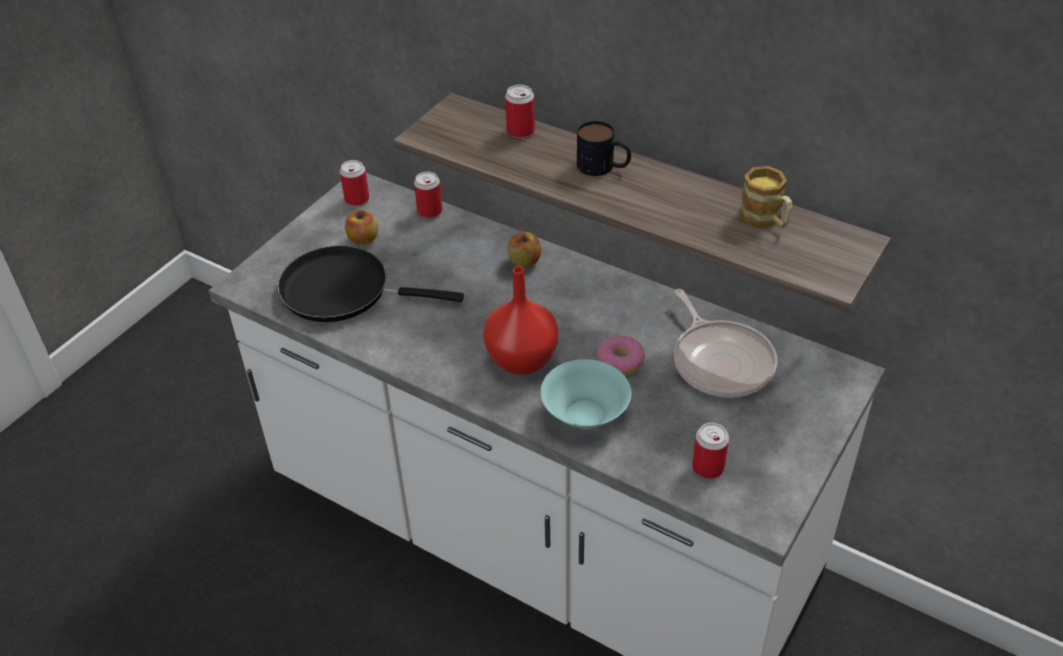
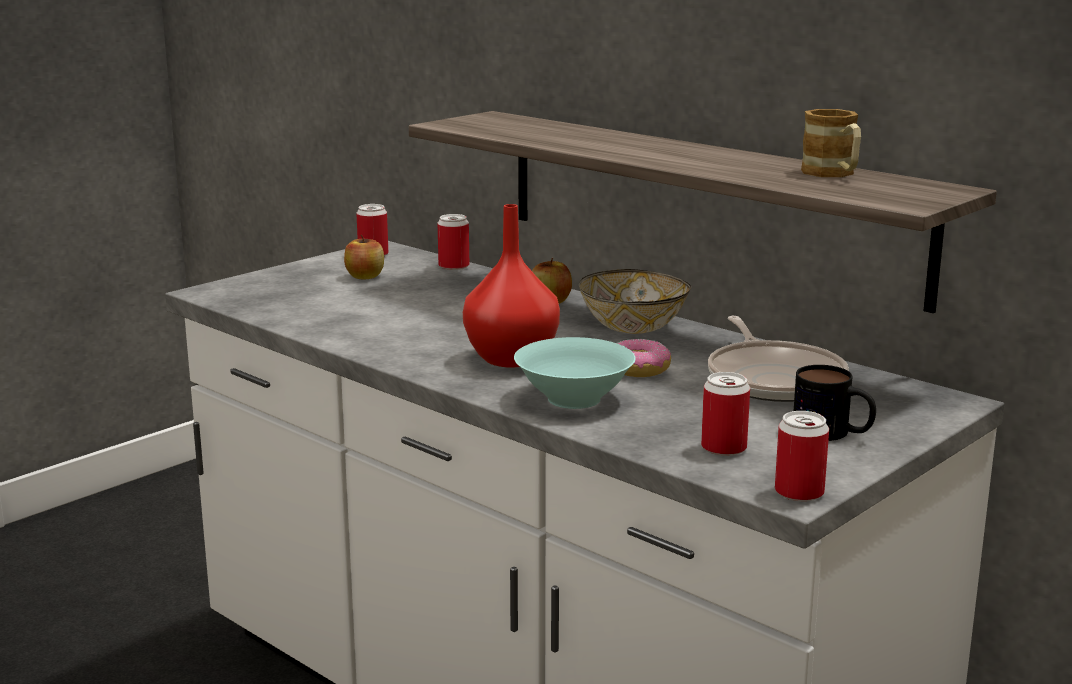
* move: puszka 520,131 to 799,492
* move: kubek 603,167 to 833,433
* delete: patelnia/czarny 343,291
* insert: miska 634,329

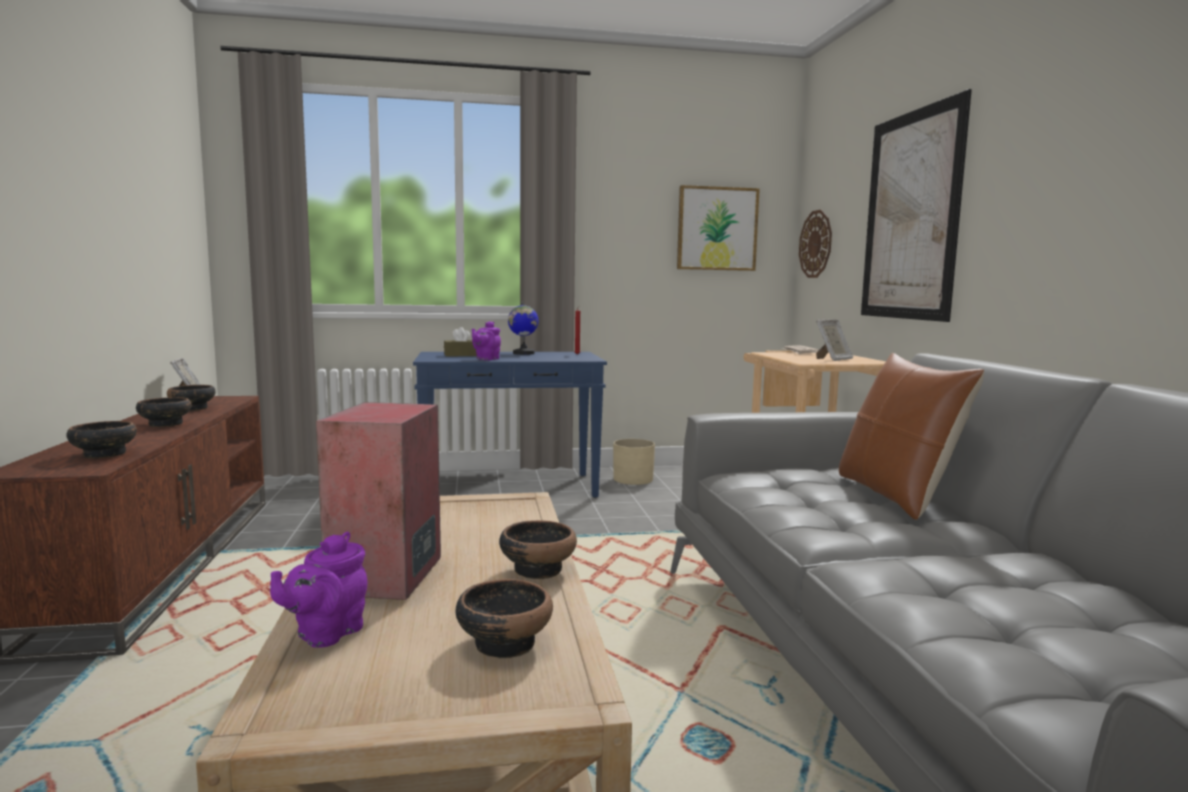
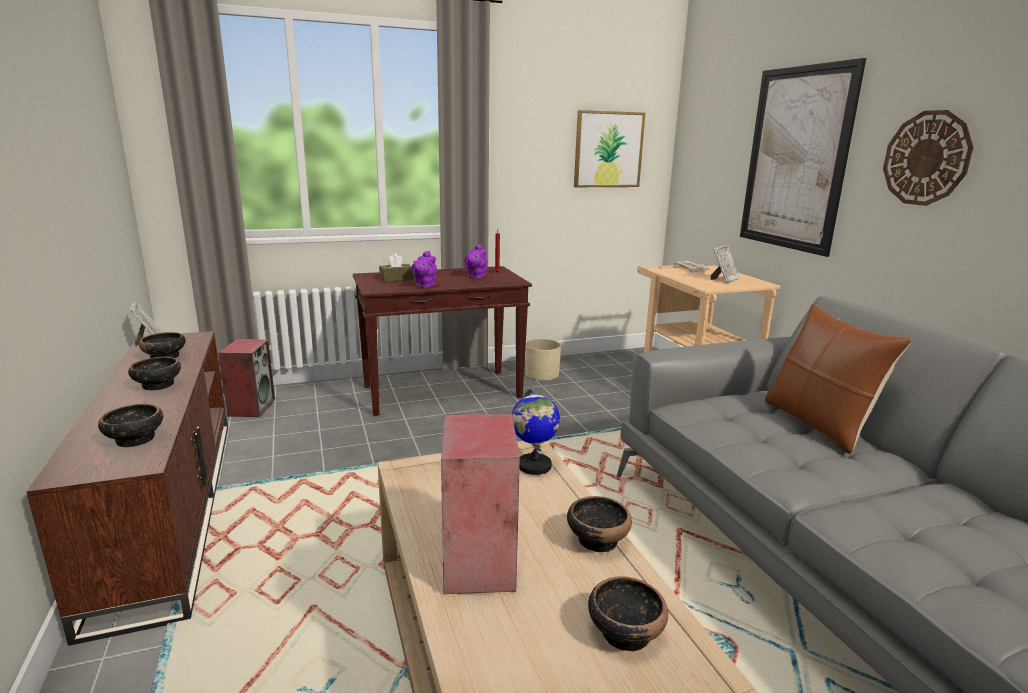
* move: zegar ścienny 816,244 to 926,158
* move: globus 523,353 to 534,466
* recolor: stolik konsolowy/niebieski 511,488 to stolik konsolowy/brązowy 443,392
* move: imbryk/fioletowy 325,634 to 476,276
* insert: głośnik 251,407

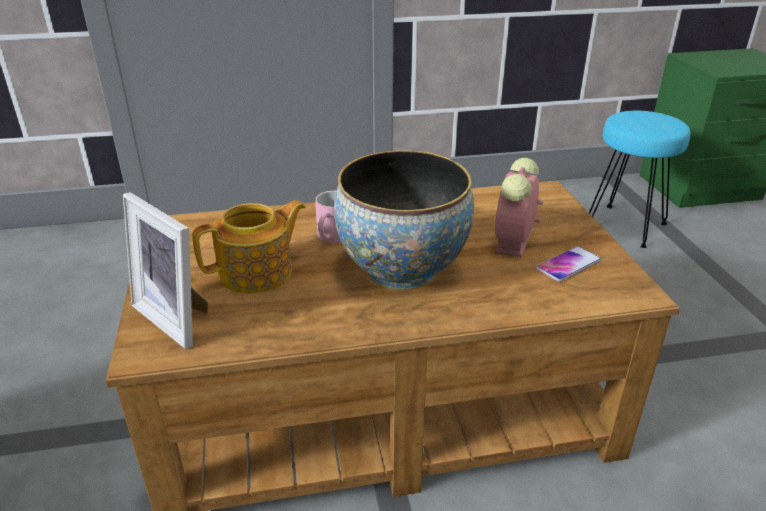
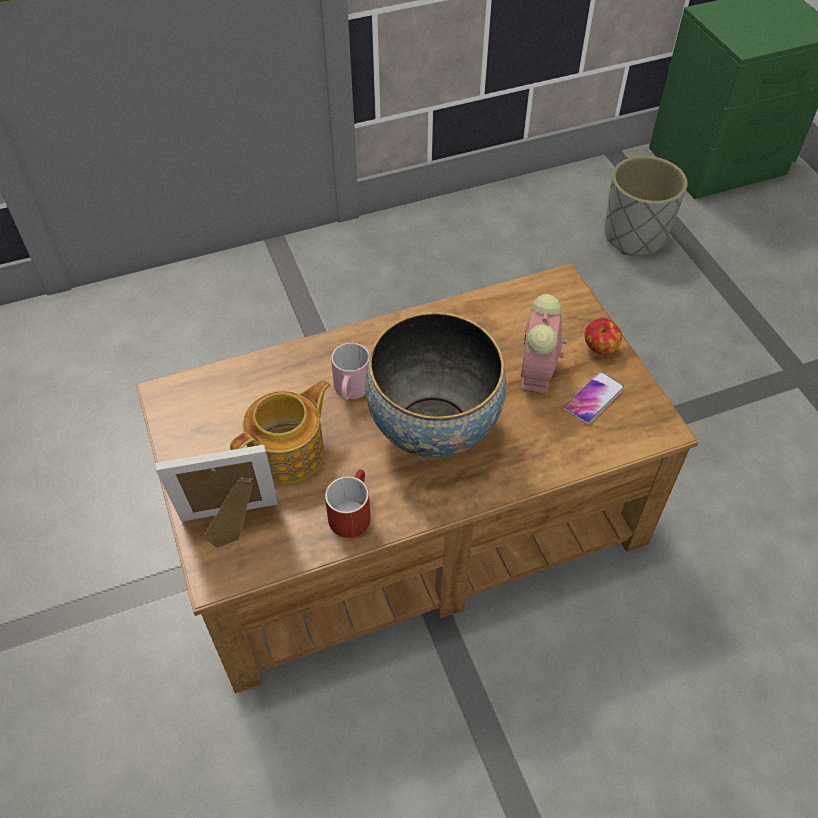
* replace: stołek/turkusowy 624,225 to donica/szary 634,236
* rotate: ramka na zdjęcie 178,317 = 231,525 135 degrees clockwise
* insert: jabłko 599,348
* insert: kubek/czerwony 351,512

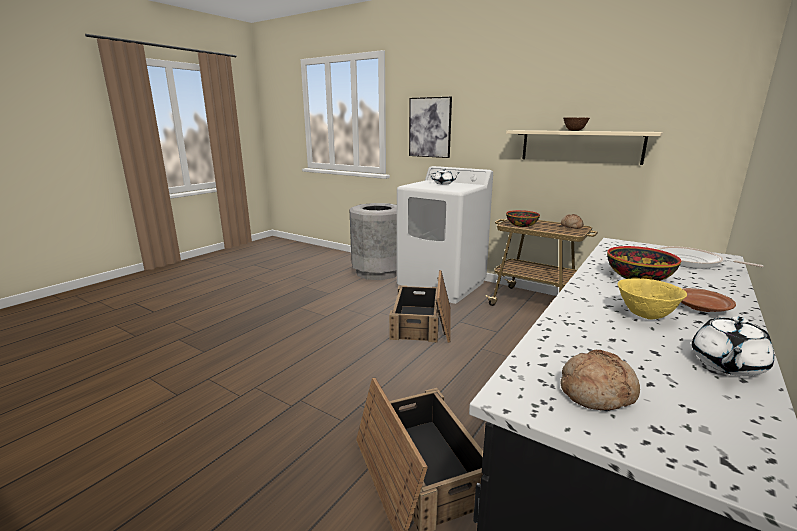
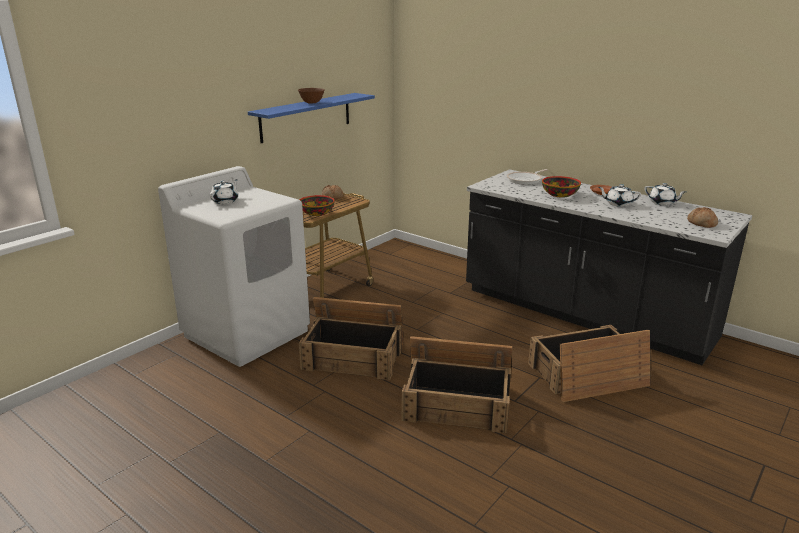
* delete: obraz 430,127
* recolor: półka/beżowy 580,146 to półka/niebieski 306,117
* delete: kosz na śmieci/szary 378,272
* replace: miska/żółty 645,315 to imbryk/biały 618,204
* insert: skrzynka 457,402

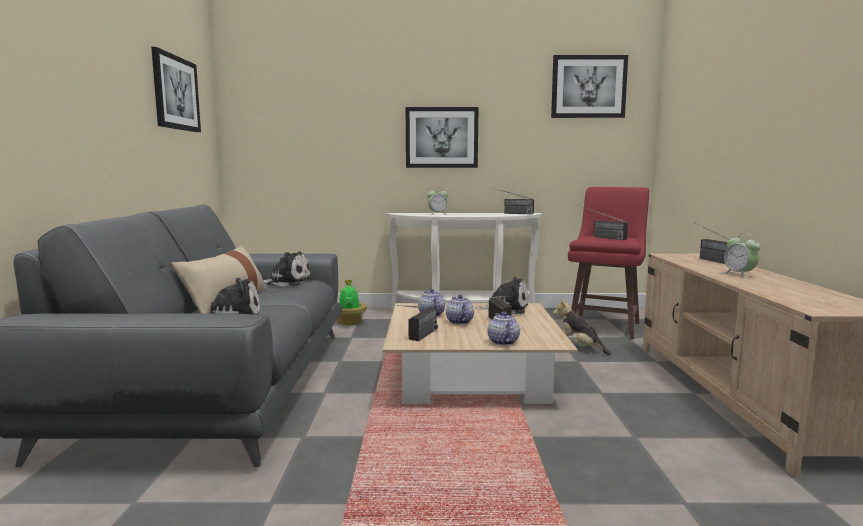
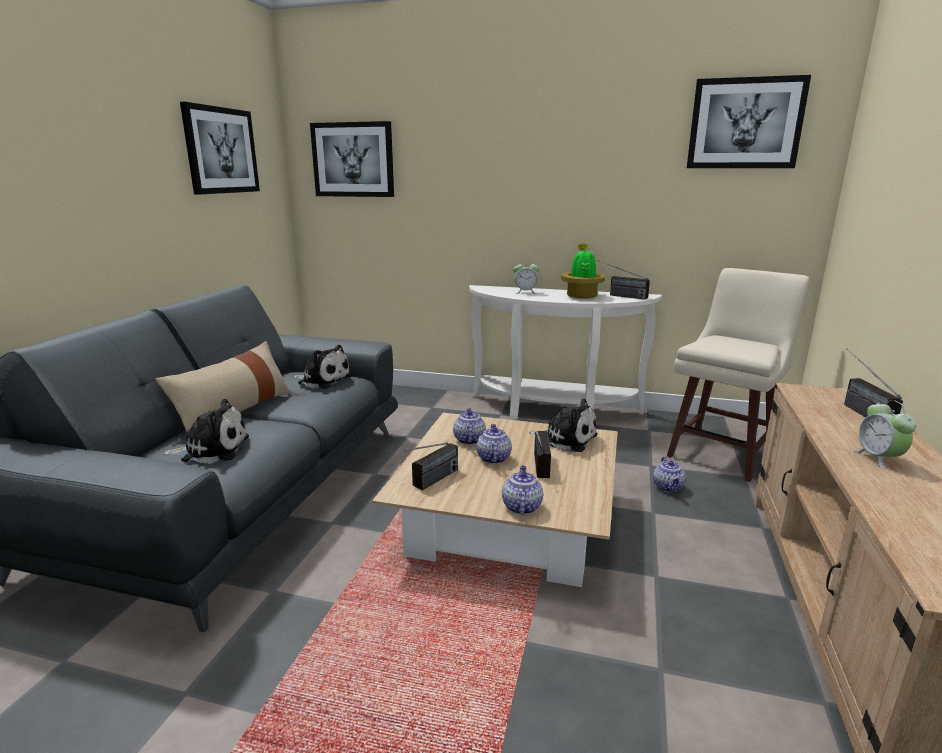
* move: obraz 441,137 to 353,160
* recolor: stołek/czerwony 605,326 to stołek/beżowy 722,453
* delete: radio 601,237
* move: roślina doniczkowa 349,322 to 581,296
* replace: pluszak 579,347 to imbryk 668,487

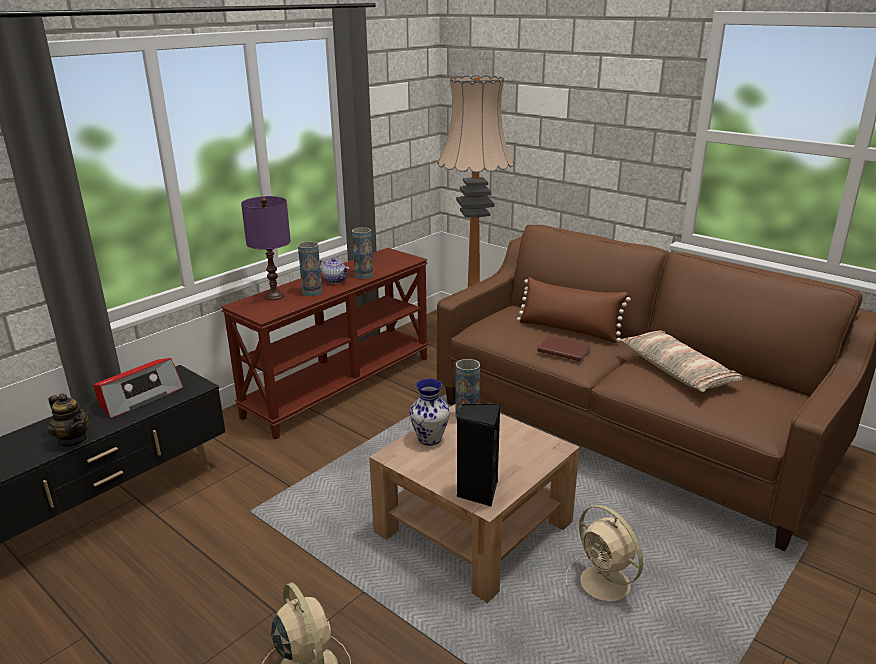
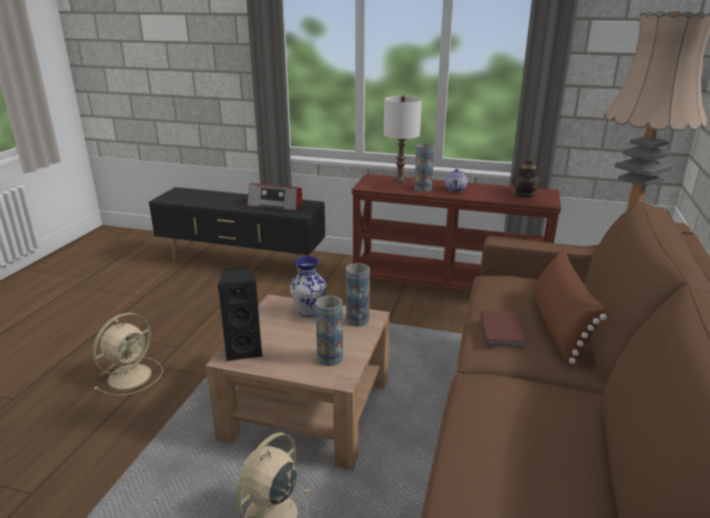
* recolor: lampa stołowa/fioletowy 274,296 to lampa stołowa/biały 400,181
* move: wazon 364,275 to 330,358
* delete: poduszka 676,370
* move: imbryk 74,440 to 525,195

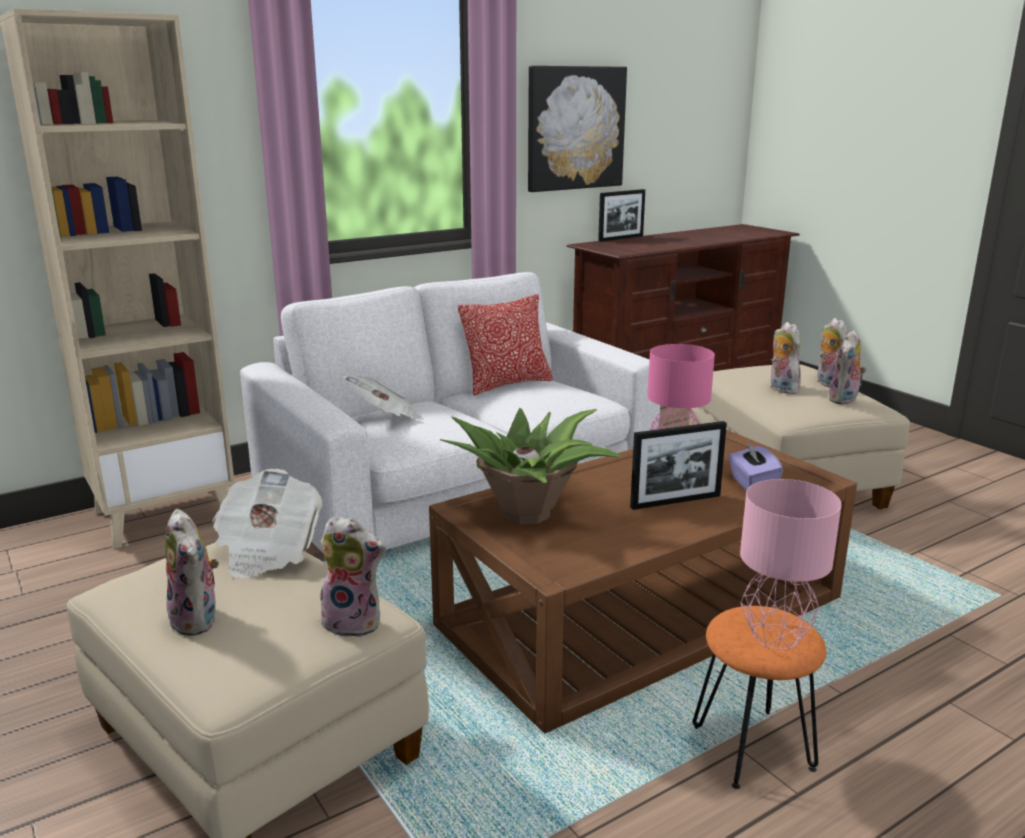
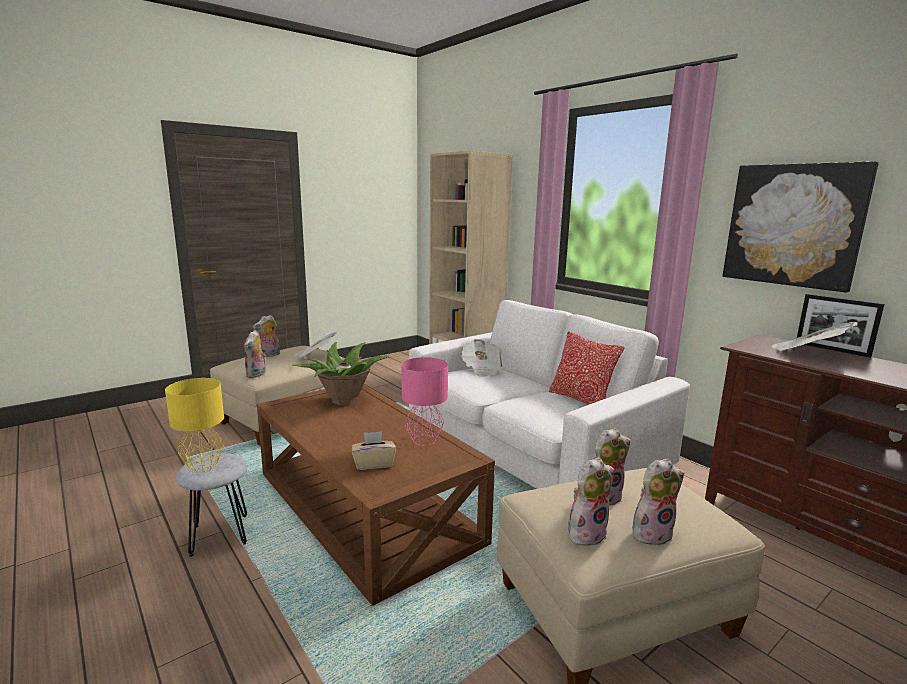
* rotate: pluszak 844,400 = 586,533 120 degrees clockwise
* delete: ramka na zdjęcie 675,501
* recolor: pudełko chusteczek/fioletowy 752,484 to pudełko chusteczek/beżowy 373,463
* recolor: lampa stołowa/różowy 774,637 to lampa stołowa/żółty 203,465
* recolor: stołek/pomarańczowy 751,748 to stołek/szary 220,535
* insert: gazeta 807,354

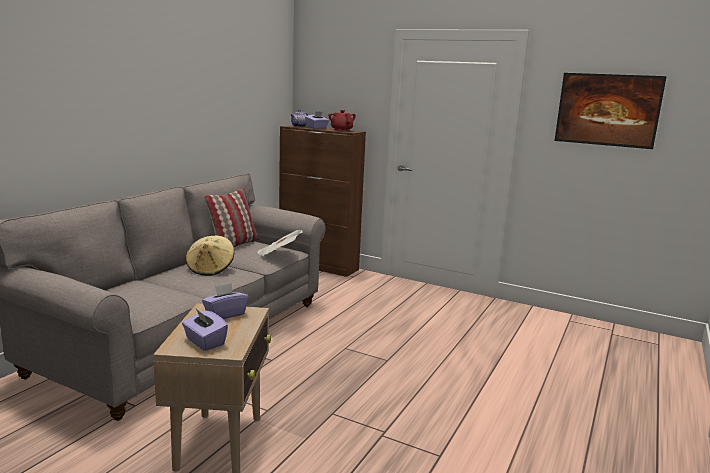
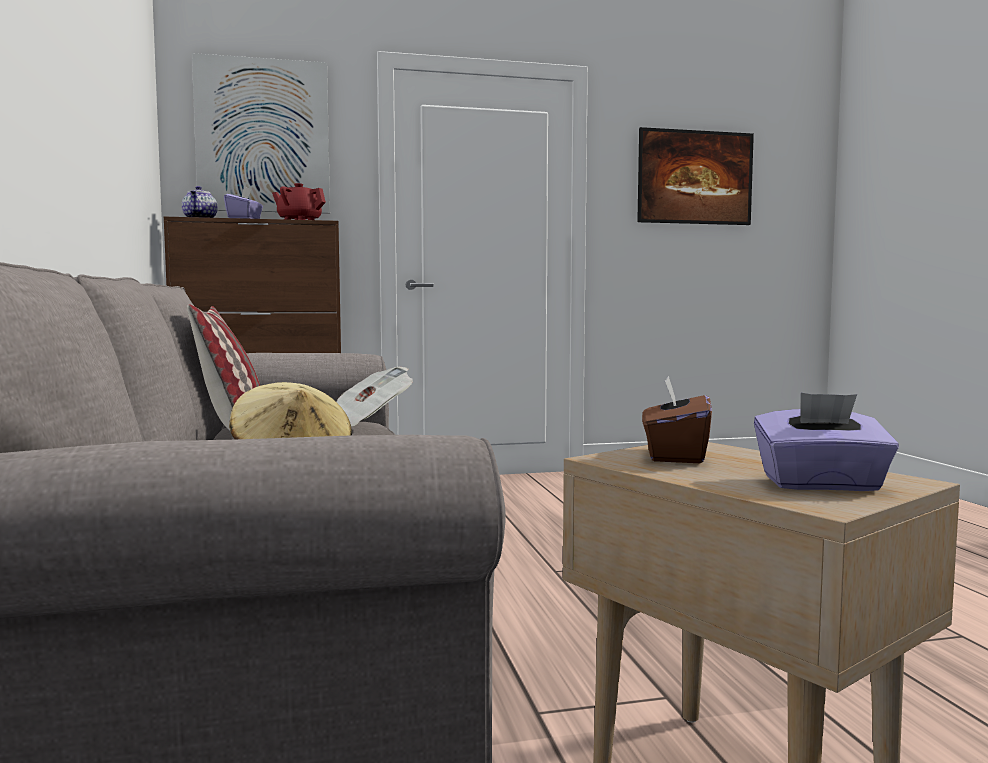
* recolor: pudełko chusteczek/fioletowy 225,314 to pudełko chusteczek/brązowy 675,455
* insert: obraz 263,136

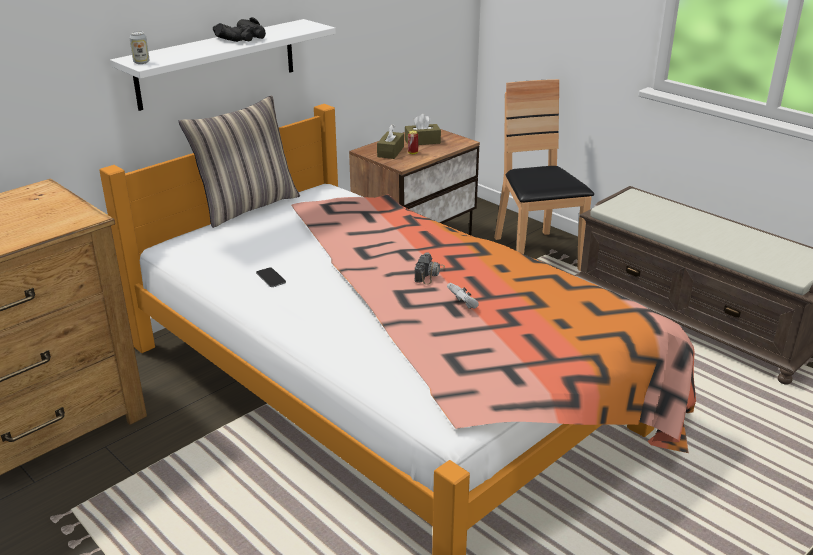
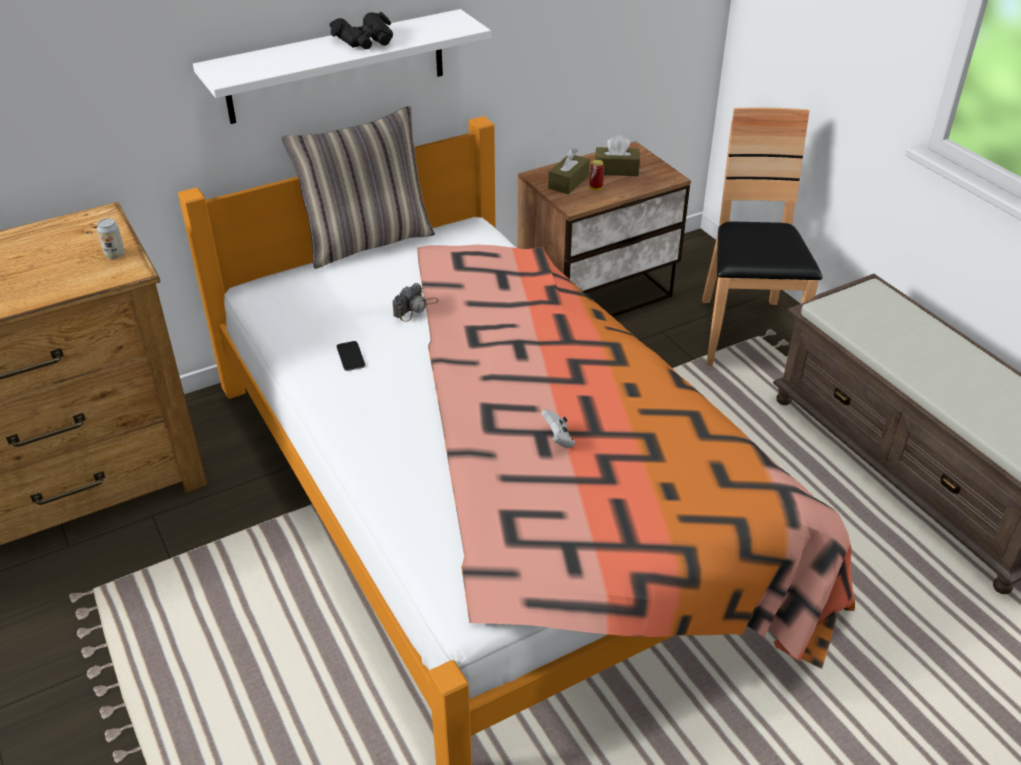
* move: puszka 141,62 to 115,254
* move: aparat fotograficzny 429,273 to 415,308

